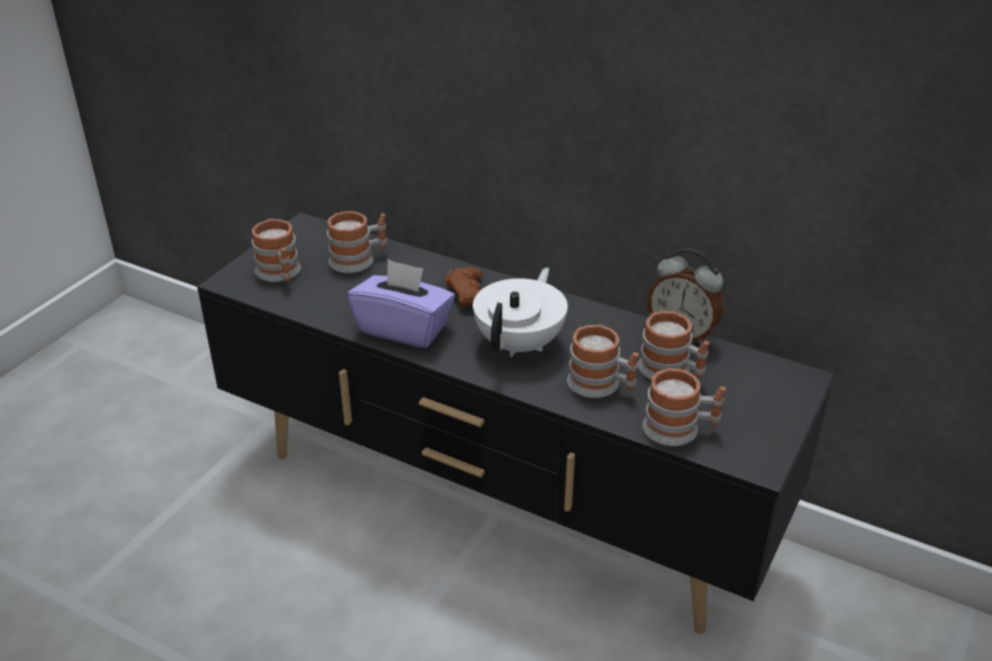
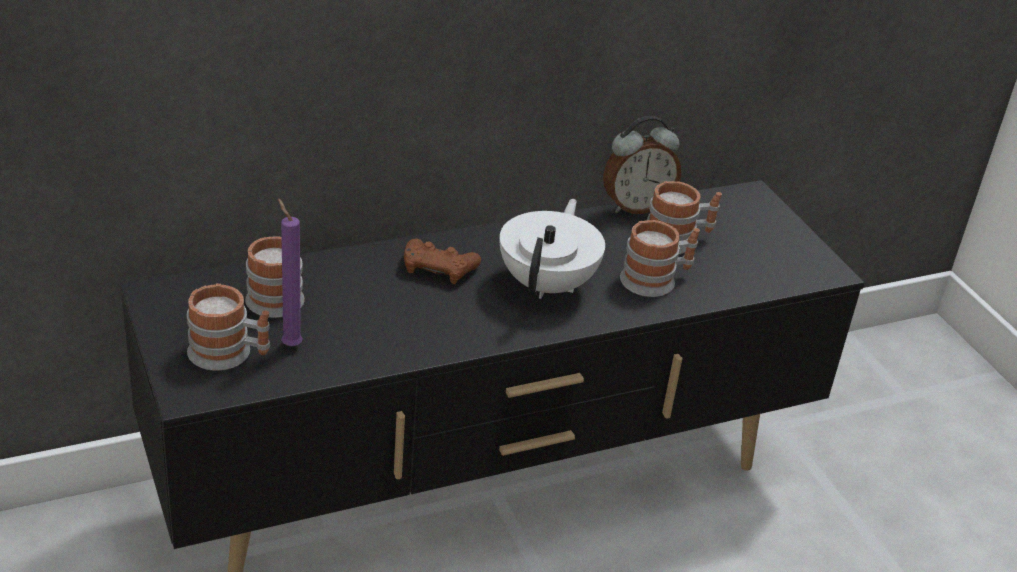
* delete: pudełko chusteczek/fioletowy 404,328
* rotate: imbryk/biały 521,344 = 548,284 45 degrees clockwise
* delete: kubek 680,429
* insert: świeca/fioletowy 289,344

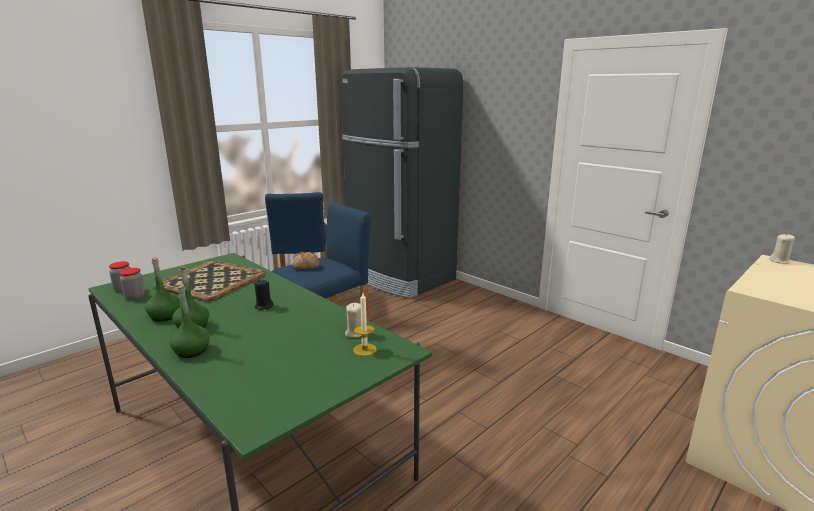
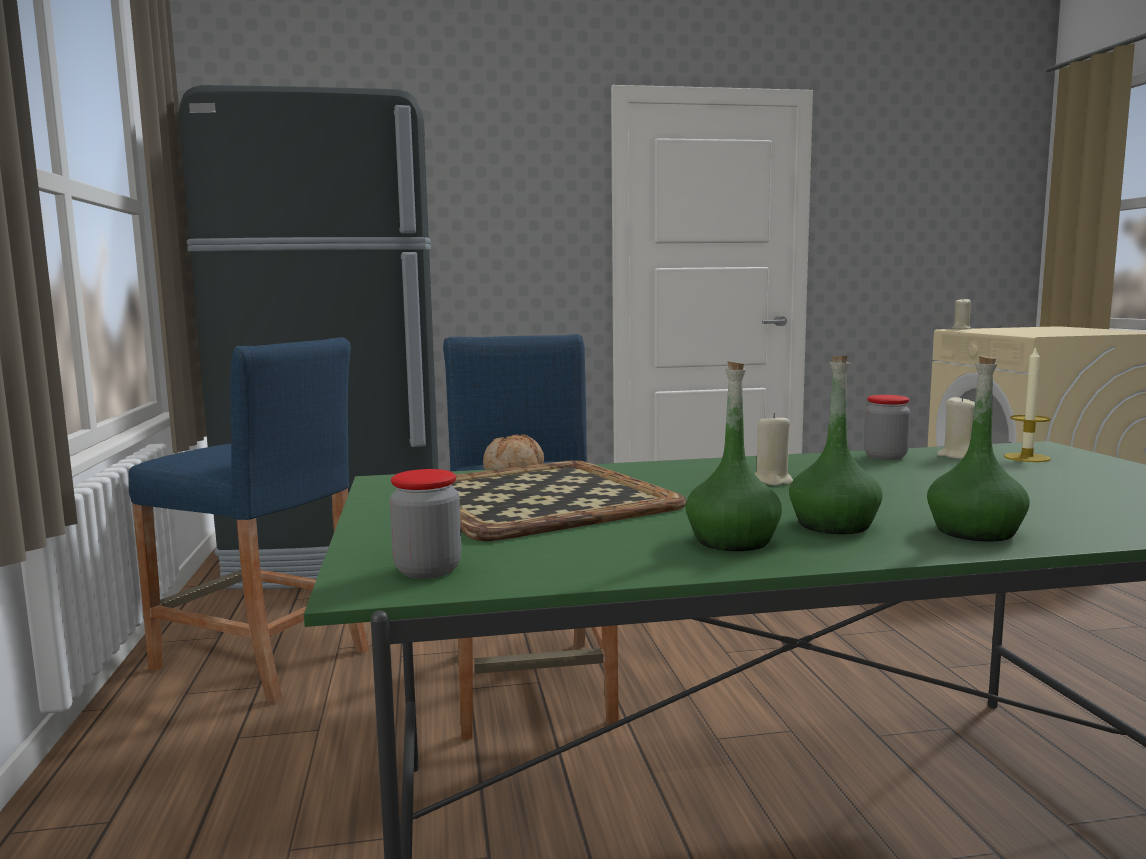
* move: słoik 135,296 to 885,457
* recolor: świeca/czarny 263,306 to świeca/beżowy 773,481

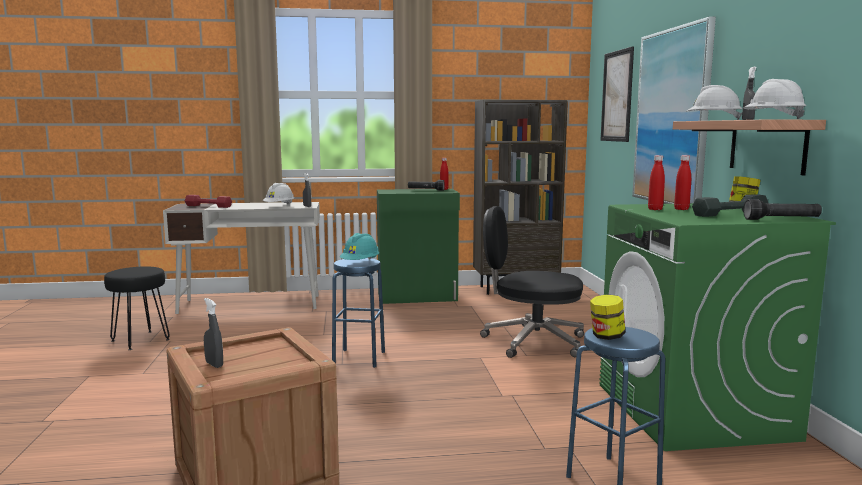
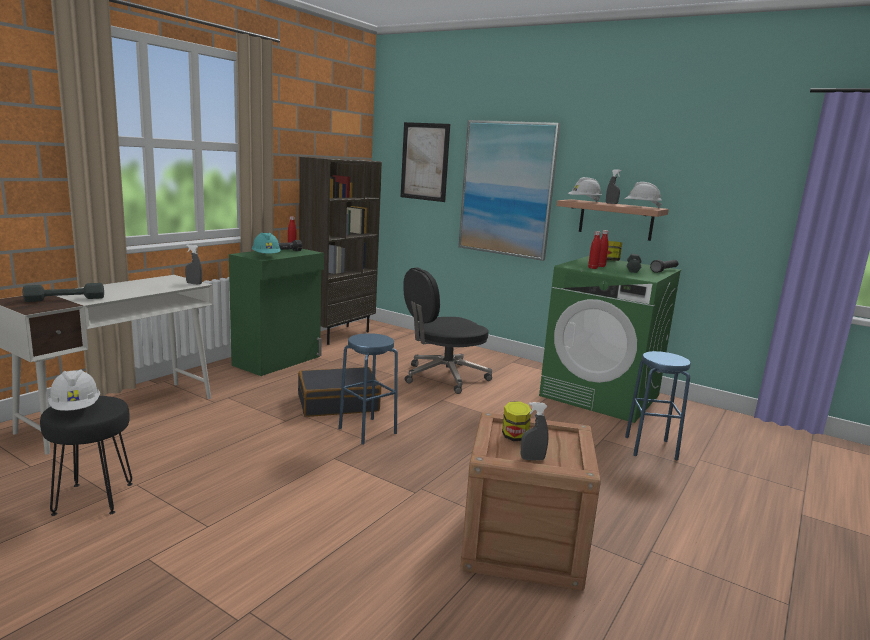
* move: kask/biały 279,206 to 75,408
* recolor: hantel/czerwony 208,206 to hantel/szary 65,299
* move: kask/turkusowy 360,263 to 266,257
* move: słoik 606,336 to 514,437
* insert: walizka/czarny 338,403

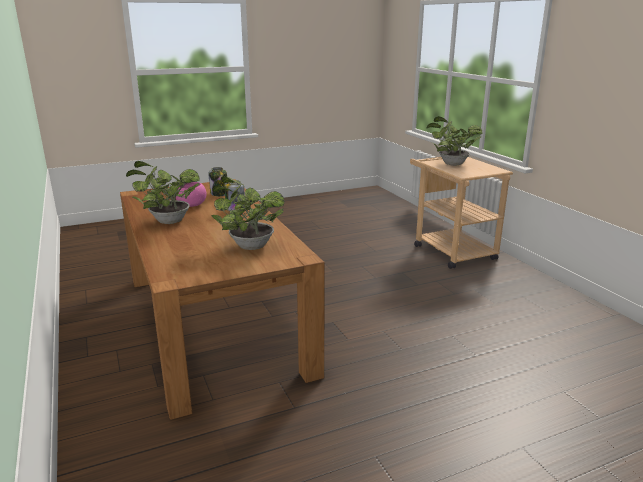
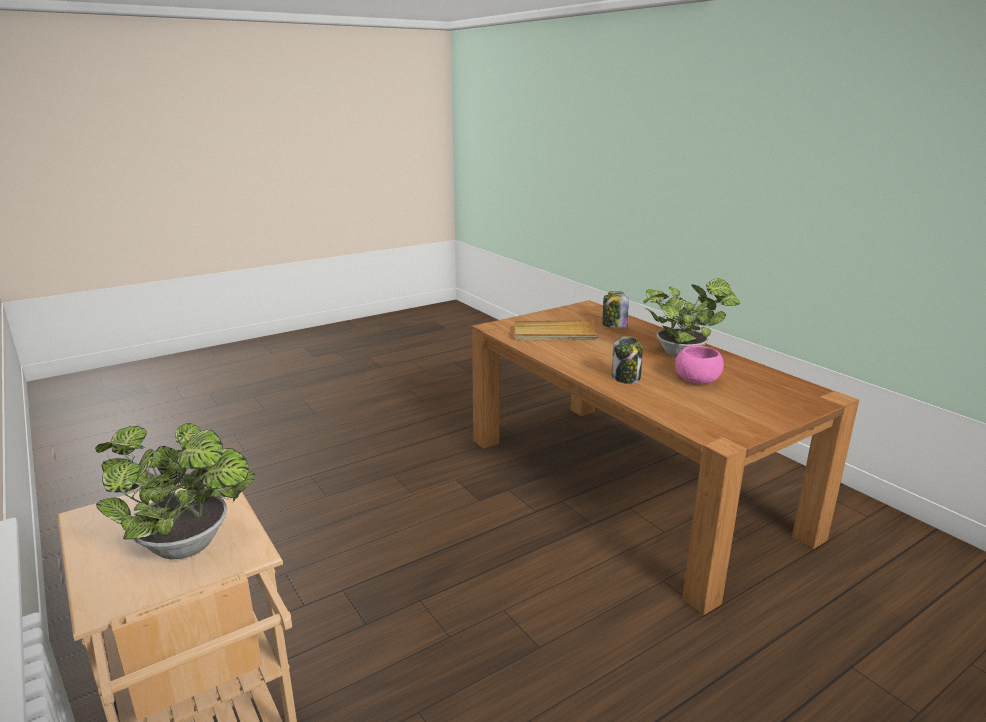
* move: słoik 219,193 to 614,325
* replace: roślina doniczkowa 249,245 to taca/beżowy 554,334

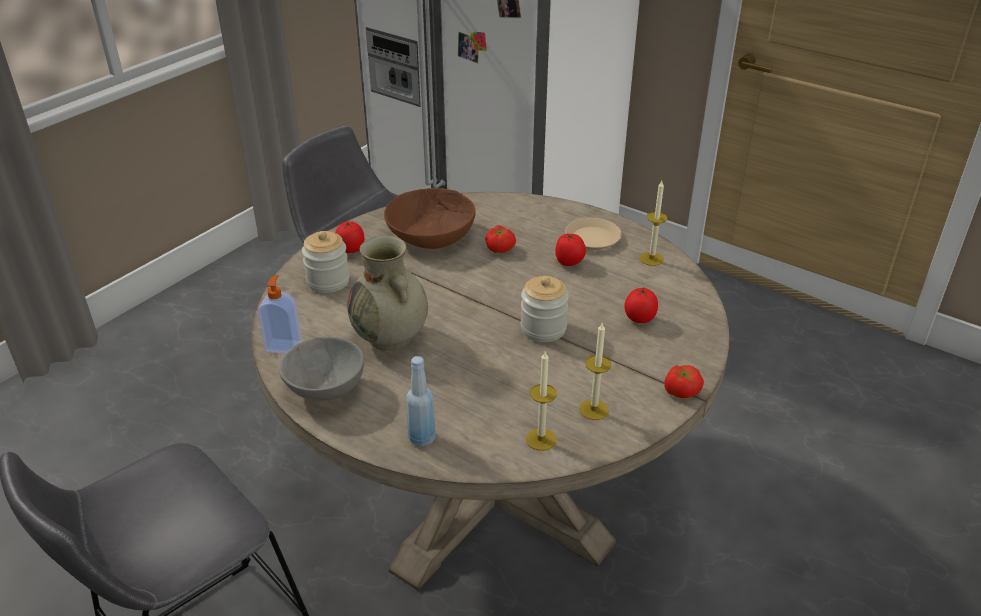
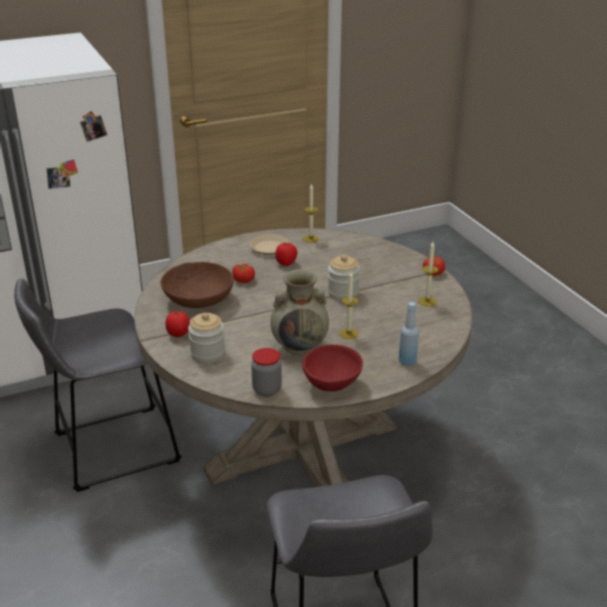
* replace: dozownik mydła 284,346 to słoik 267,389
* delete: pomidor 639,319
* recolor: miska/szary 325,391 to miska/czerwony 333,384
* move: świeca 541,439 to 349,333

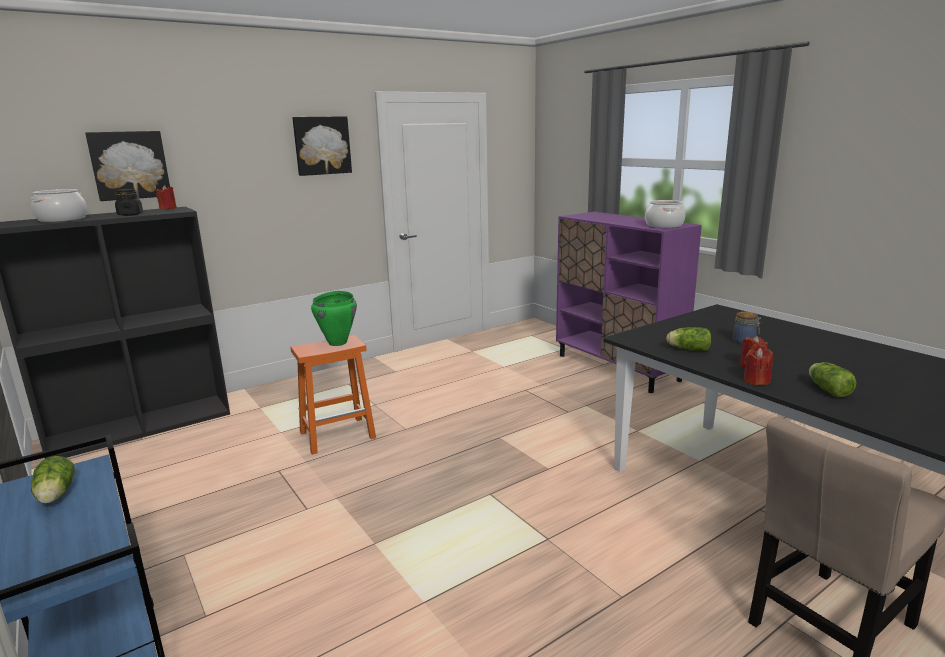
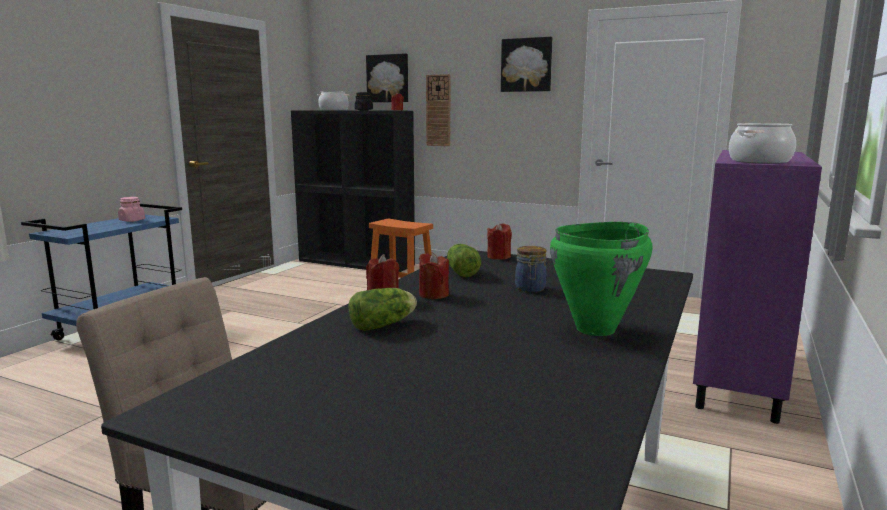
* move: garnek/zielony 338,343 to 596,329
* replace: sałata 55,496 to słoik/różowy 132,220
* insert: zegar ścienny 438,110
* insert: świeca/czerwony 499,257

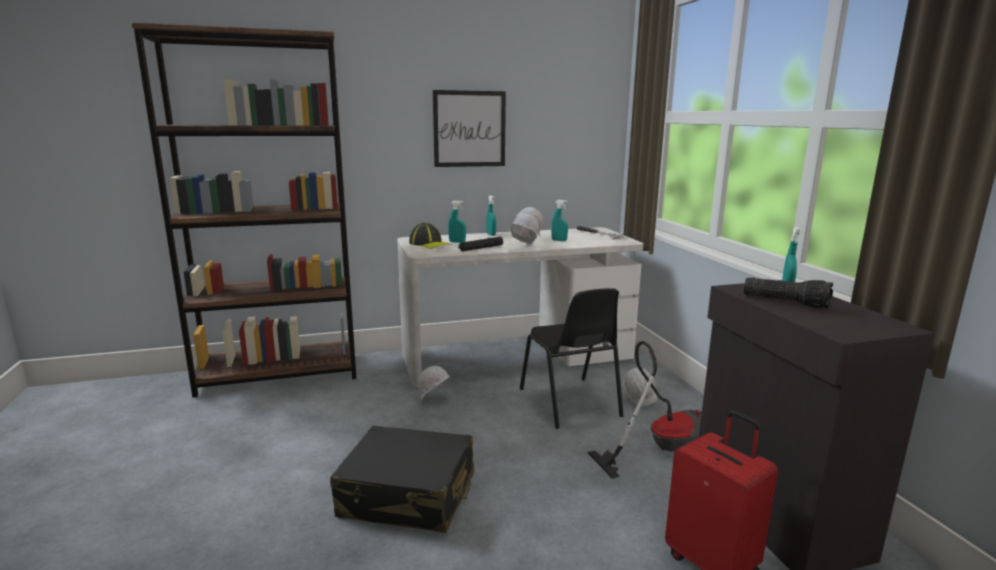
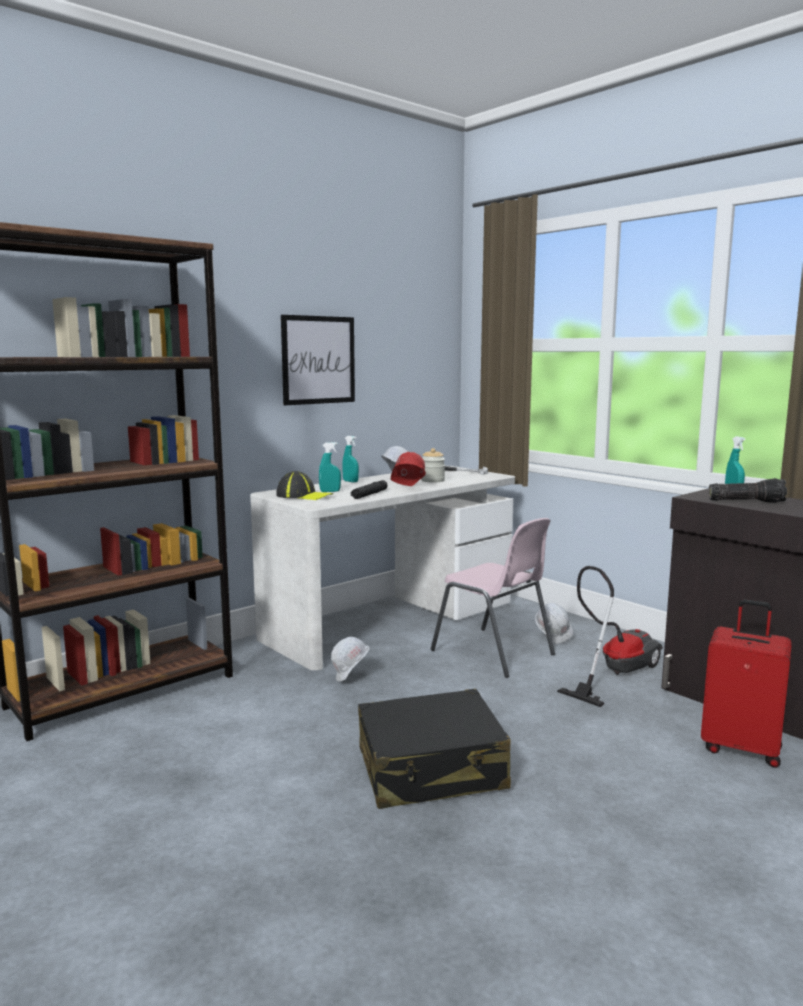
* replace: spryskiwacz/turkusowy 559,240 to słoik 432,480
* recolor: kask/biały 522,246 to kask/czerwony 407,488
* recolor: krzesło/czarny 570,403 to krzesło/różowy 494,653

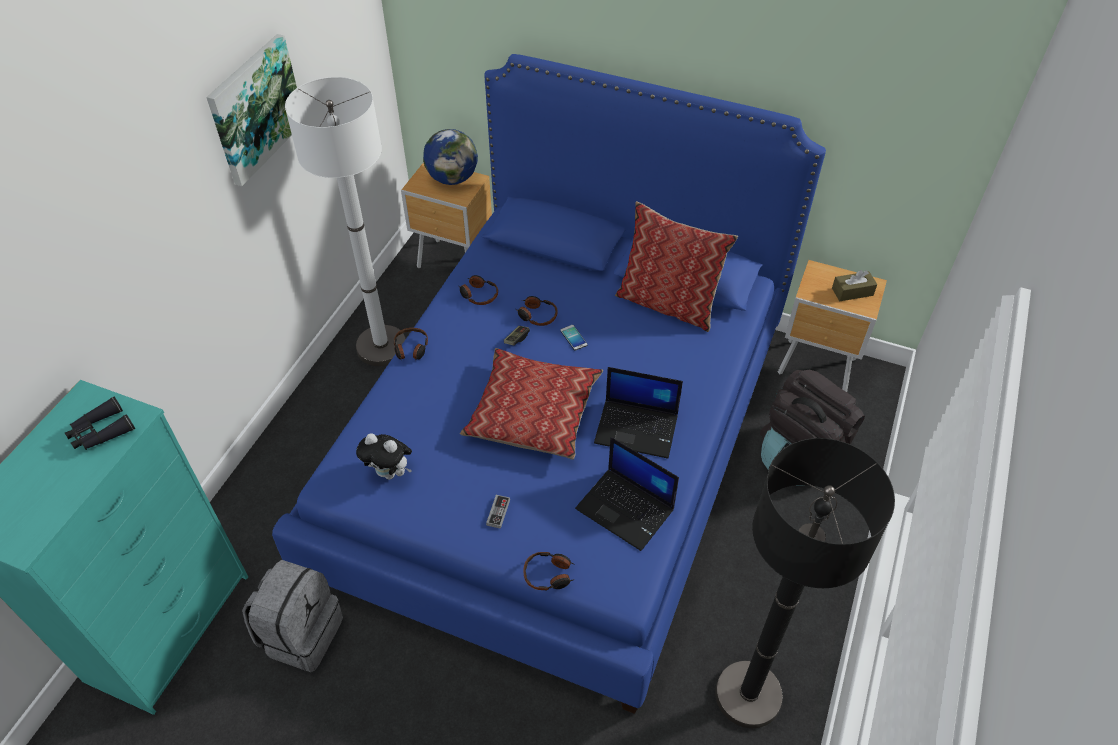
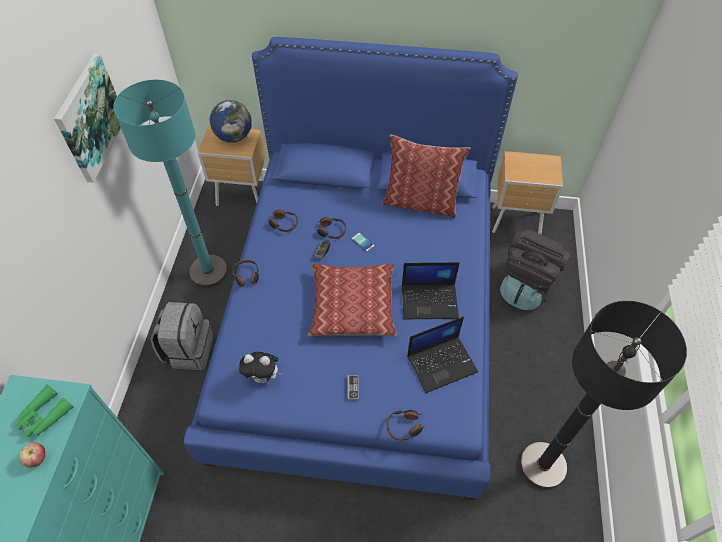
* recolor: lampa stojąca/biały 381,347 to lampa stojąca/turkusowy 209,272
* delete: pudełko chusteczek/brązowy 852,292
* recolor: lornetka/czarny 100,432 to lornetka/zielony 44,416
* rotate: laptop 626,509 = 442,363 45 degrees counterclockwise
* move: plecak/szary 301,633 to 189,350
* insert: jabłko 38,459

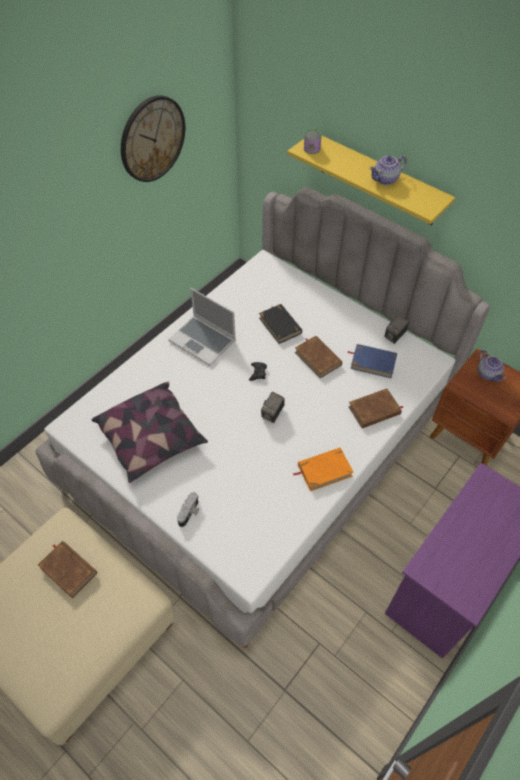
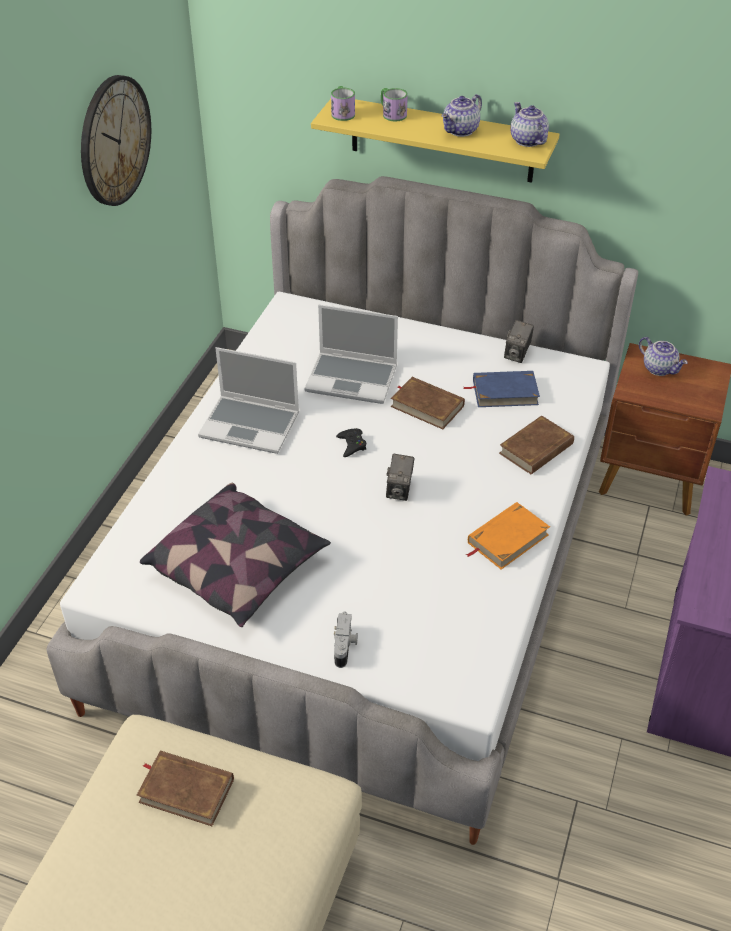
* replace: książka/czarny 280,325 to laptop 353,379
* insert: kubek 392,113
* insert: imbryk 527,141

